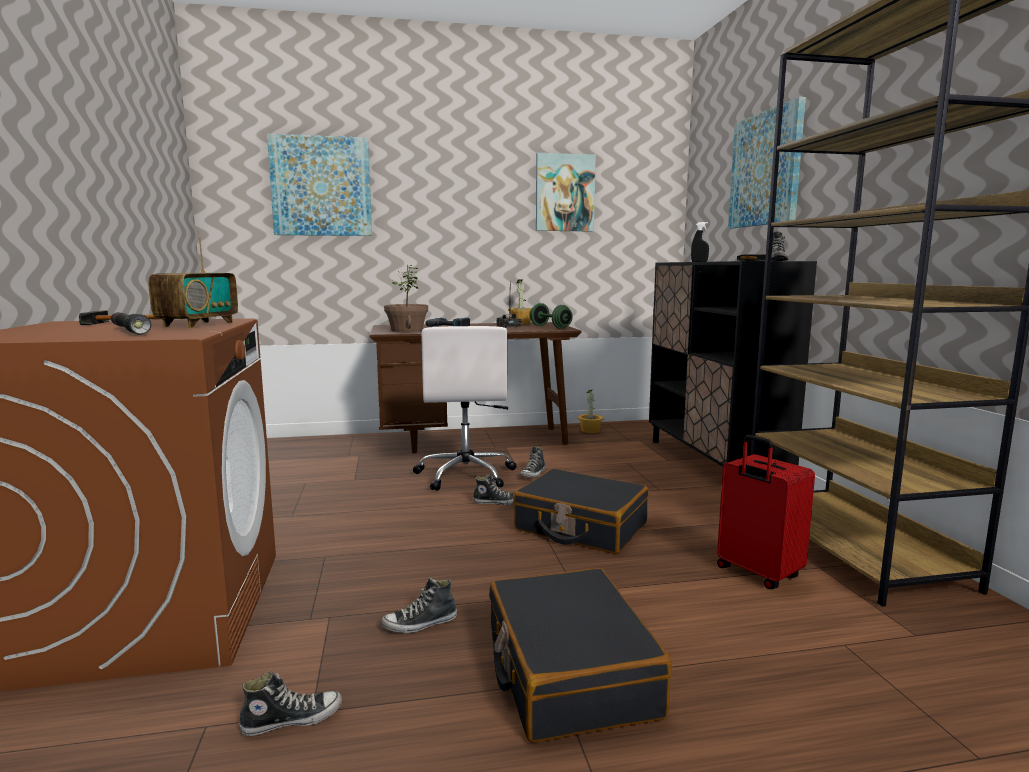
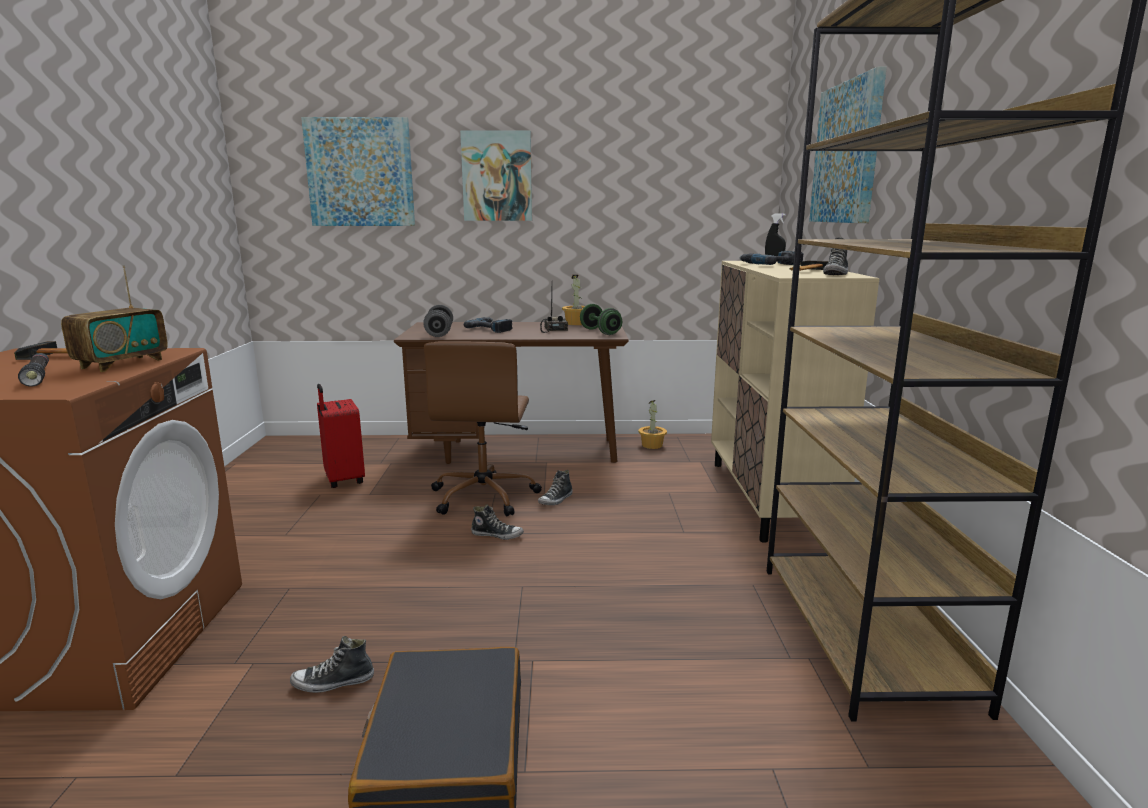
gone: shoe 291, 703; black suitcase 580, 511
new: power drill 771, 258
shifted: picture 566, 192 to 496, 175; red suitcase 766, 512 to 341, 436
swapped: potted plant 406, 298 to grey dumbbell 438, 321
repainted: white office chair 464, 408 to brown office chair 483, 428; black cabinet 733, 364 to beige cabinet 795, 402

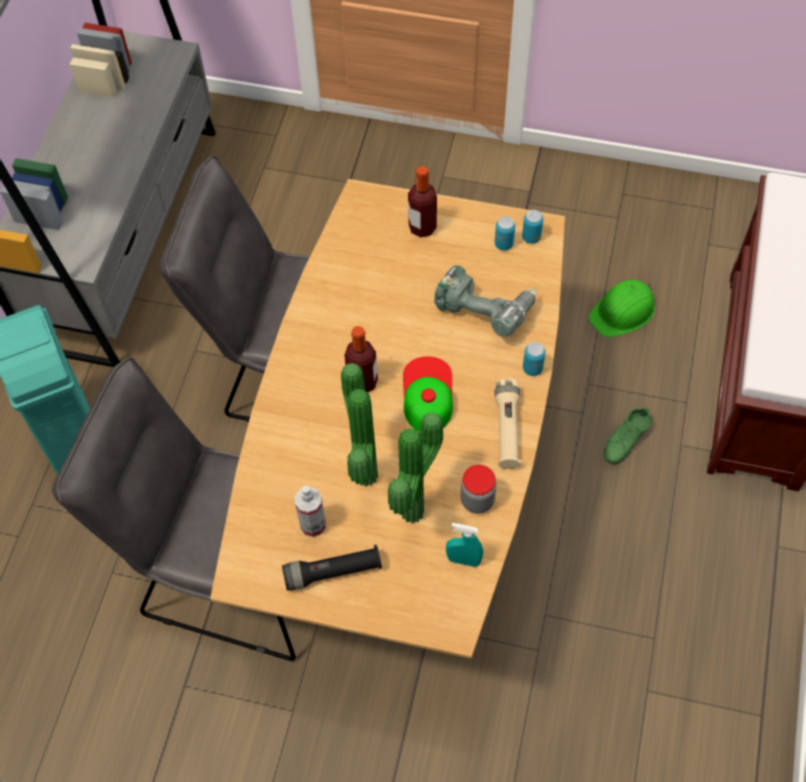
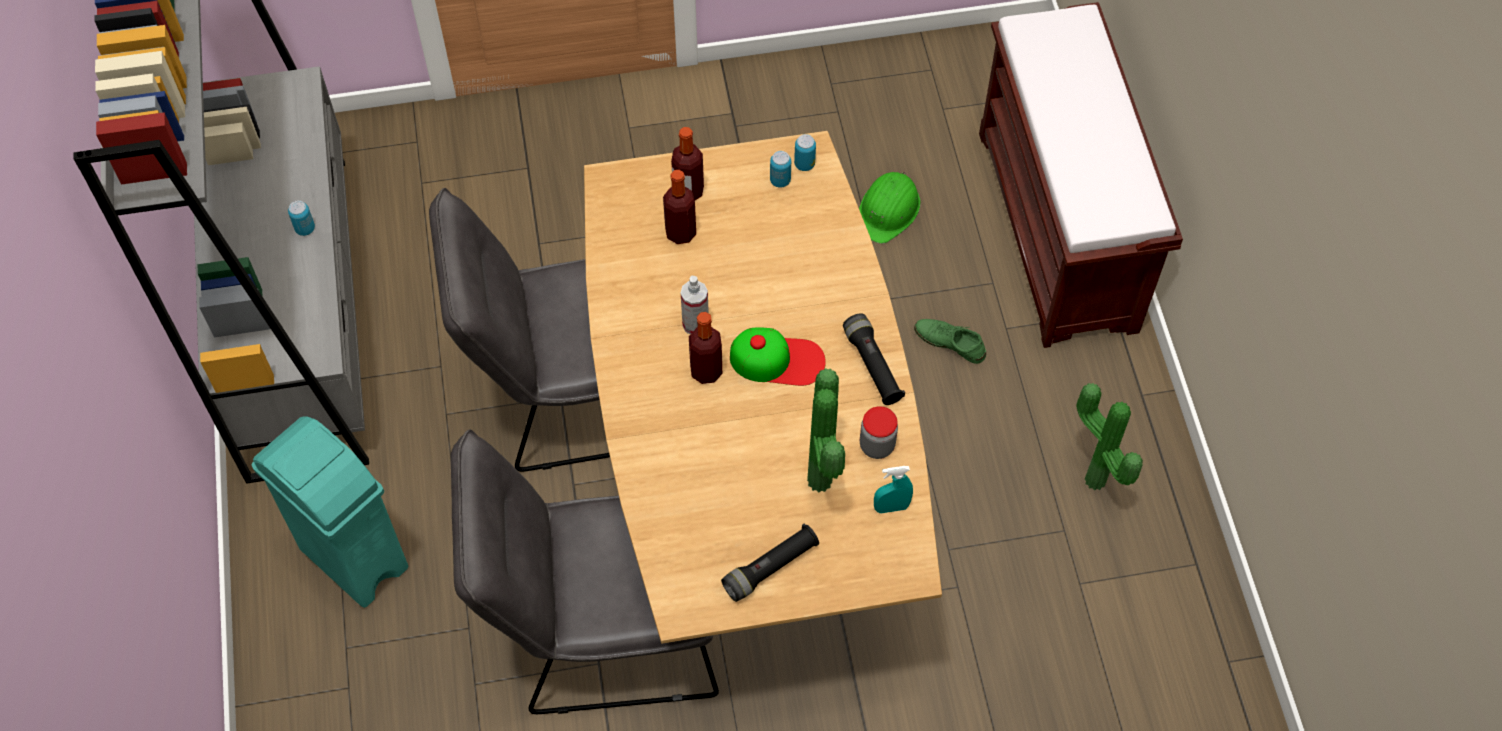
gone: power drill 486, 301
new: bottle 679, 207
shifted: spray bottle 310, 511 to 695, 305; potted plant 359, 425 to 1110, 436; can 534, 359 to 301, 218
repainted: beige flashlight 508, 423 to black flashlight 874, 359
rotated: cap 428, 394 = 778, 356 120 degrees clockwise; green shoe 628, 436 = 950, 341 105 degrees clockwise

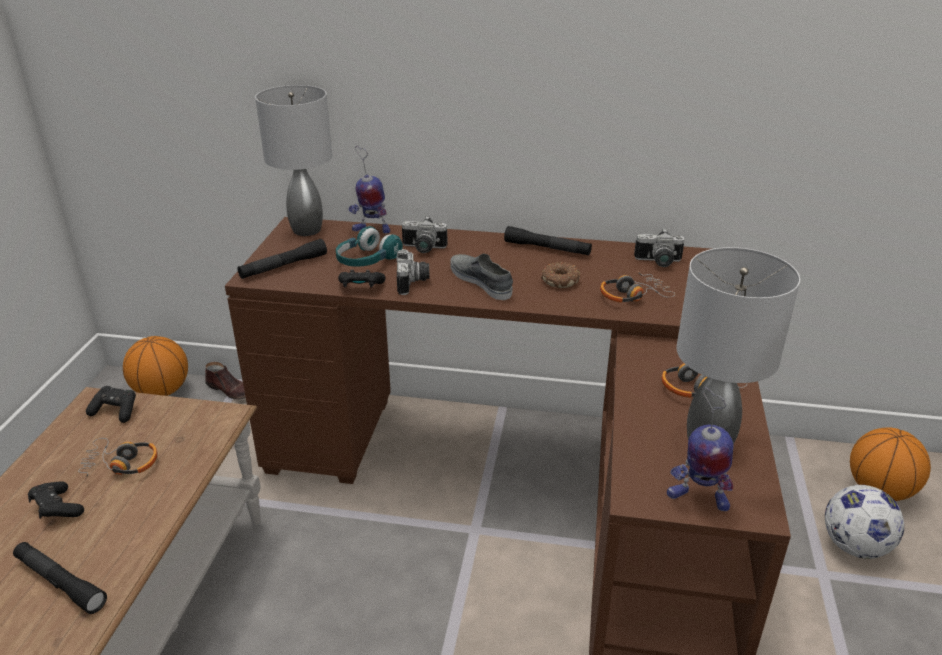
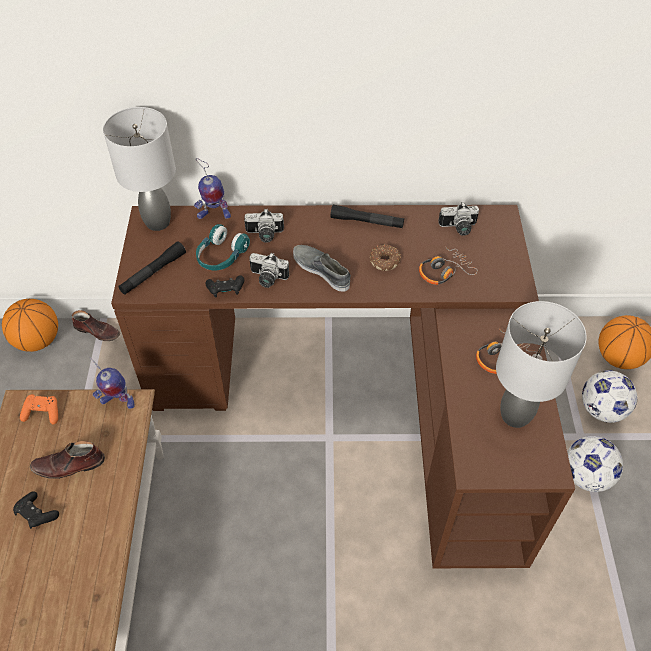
gone: black flashlight 60, 578
new: football 595, 464
shifted: toy robot 700, 449 to 112, 383
swapped: headphones 117, 459 to brown shoe 67, 460
repainted: black game controller 111, 404 to orange game controller 39, 409
rotated: photo camera 413, 272 = 269, 270 120 degrees clockwise

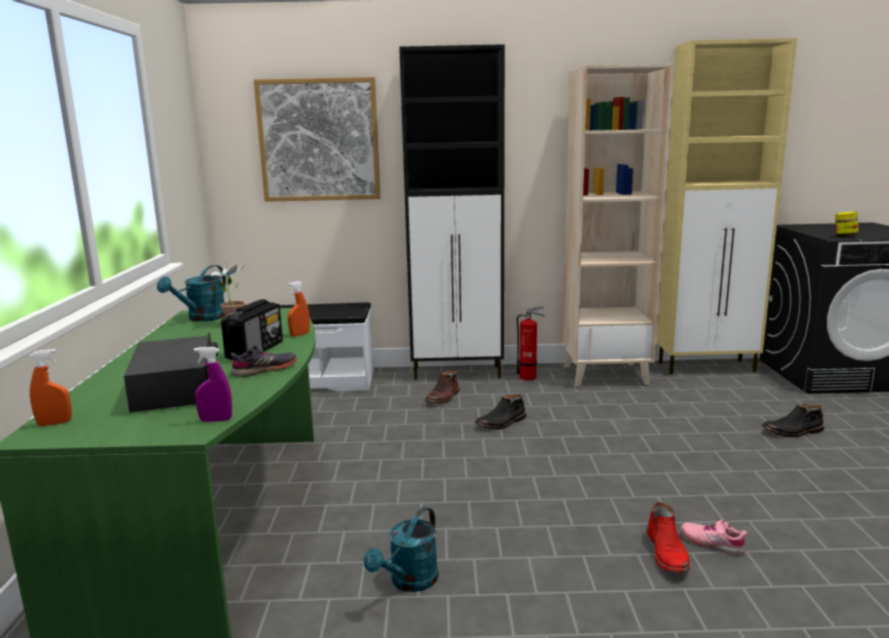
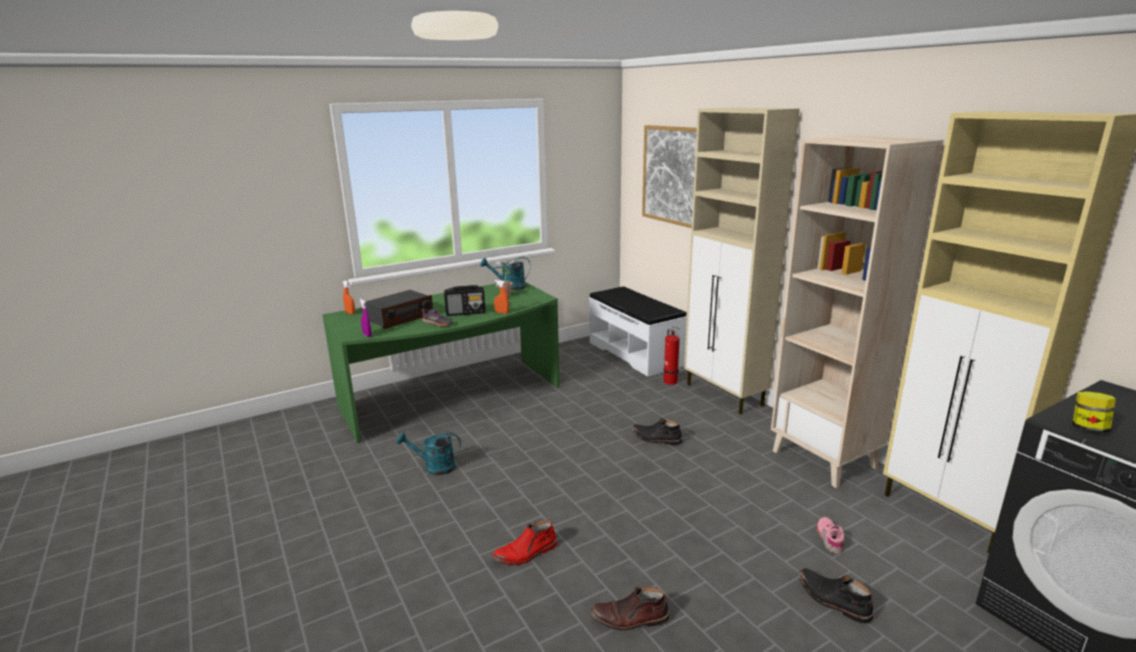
shifted: brown boot 442, 387 to 629, 608; fire extinguisher 531, 343 to 672, 356; pink shoe 714, 537 to 830, 535
repainted: black cabinet 452, 212 to beige cabinet 742, 261

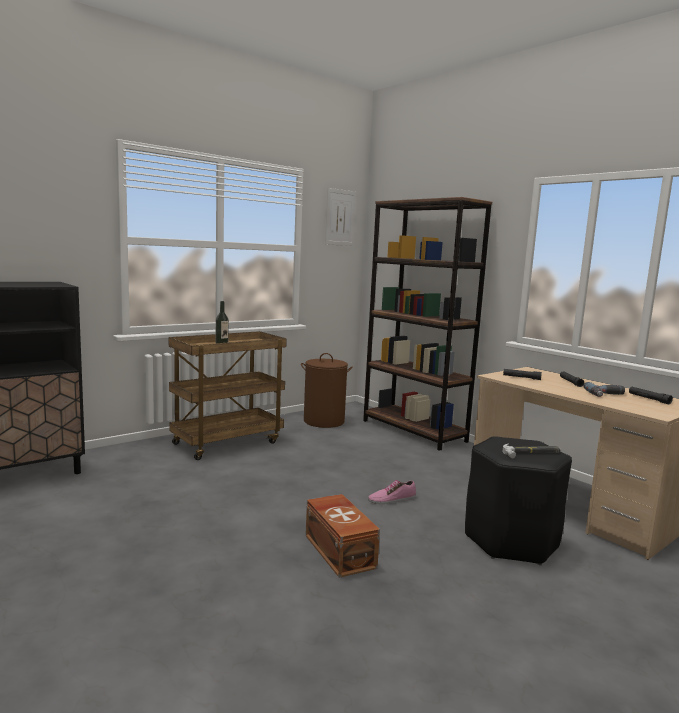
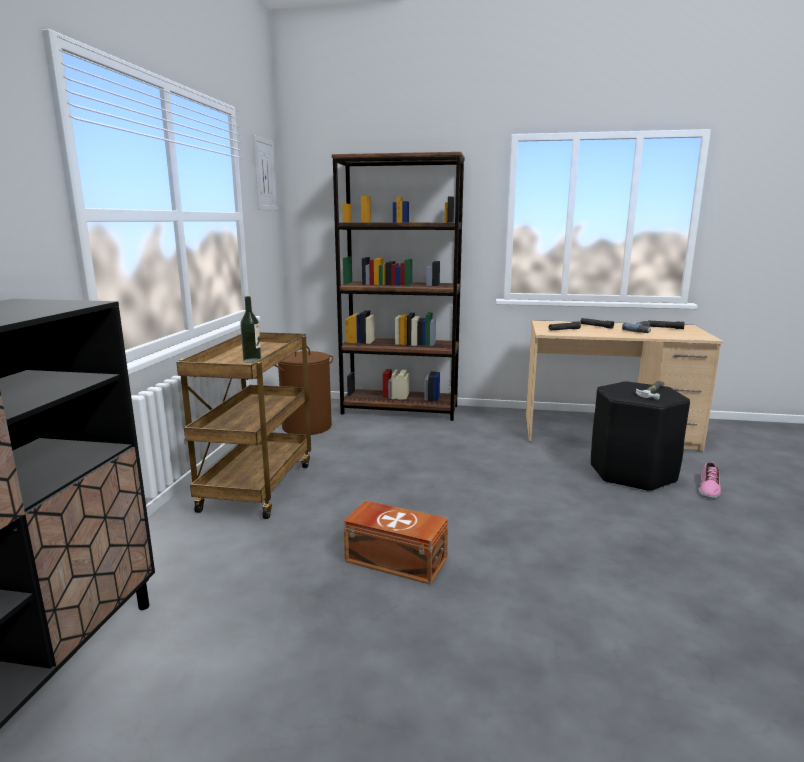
shifted: brown storage box 342, 536 to 395, 542; shoe 392, 492 to 710, 480

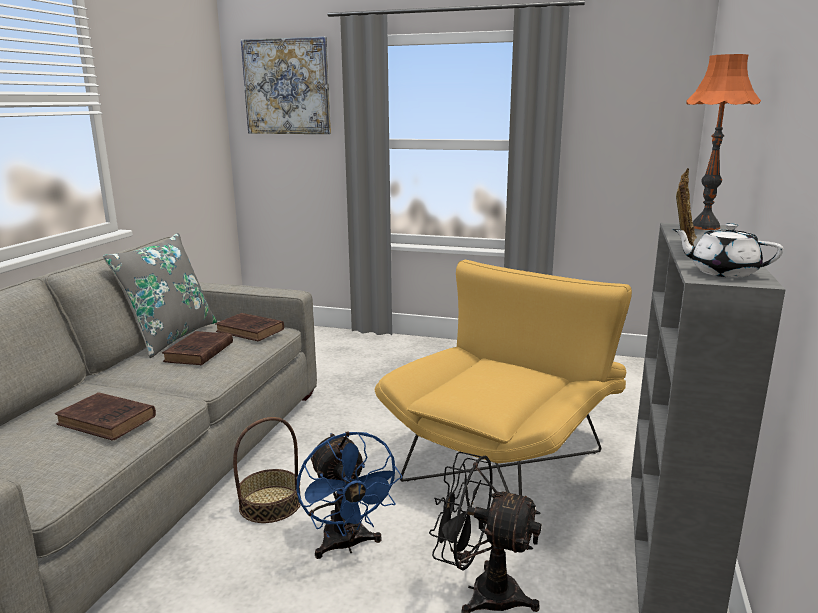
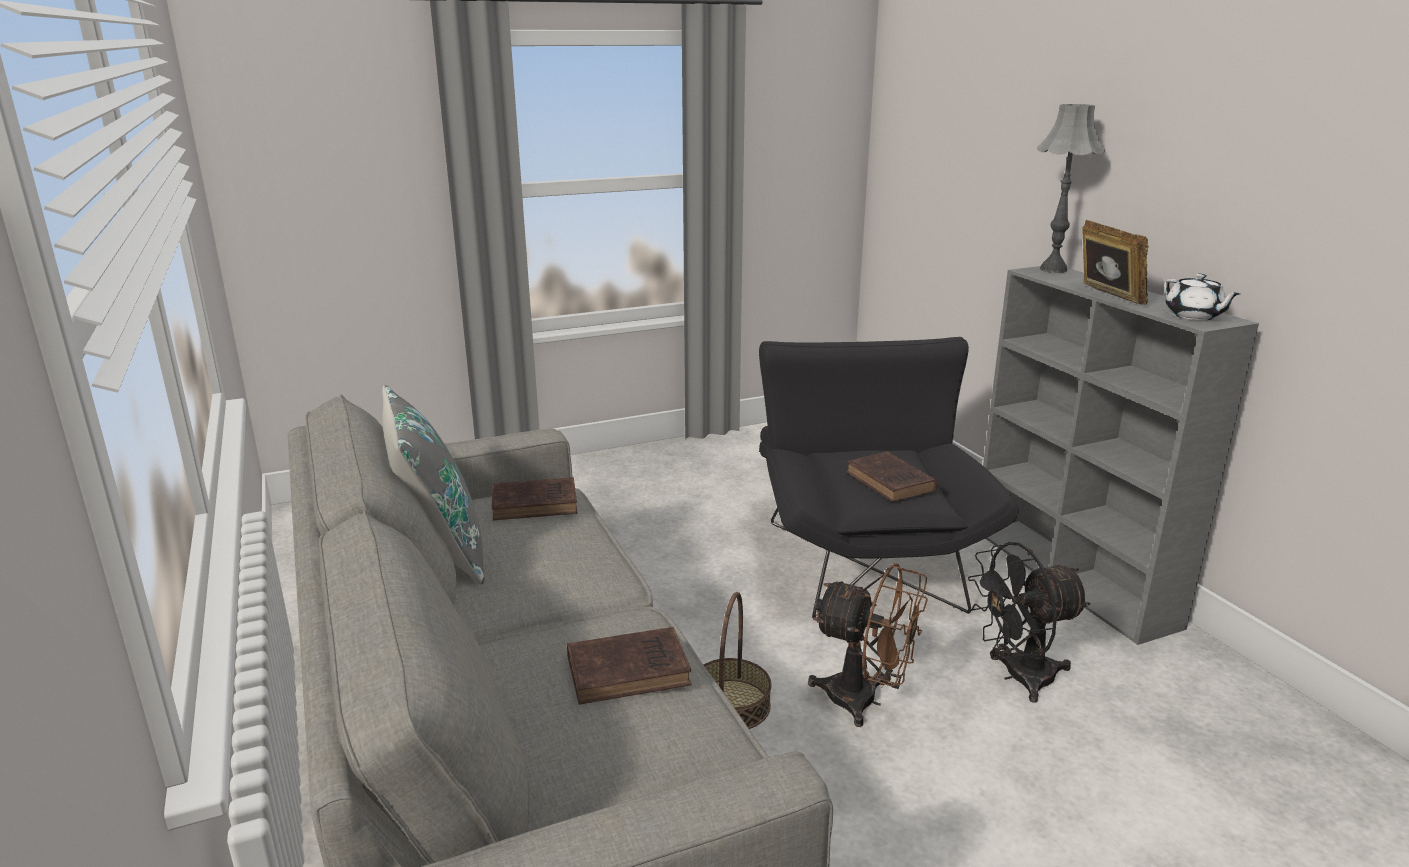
gone: picture 286, 85
shifted: brown book 197, 348 to 891, 476
repainted: blue fan 349, 495 to brown fan 868, 645; yellow armchair 503, 378 to black armchair 889, 478; orange table lamp 723, 142 to grey table lamp 1071, 188
rotated: white teapot 728, 250 = 1202, 296 105 degrees counterclockwise

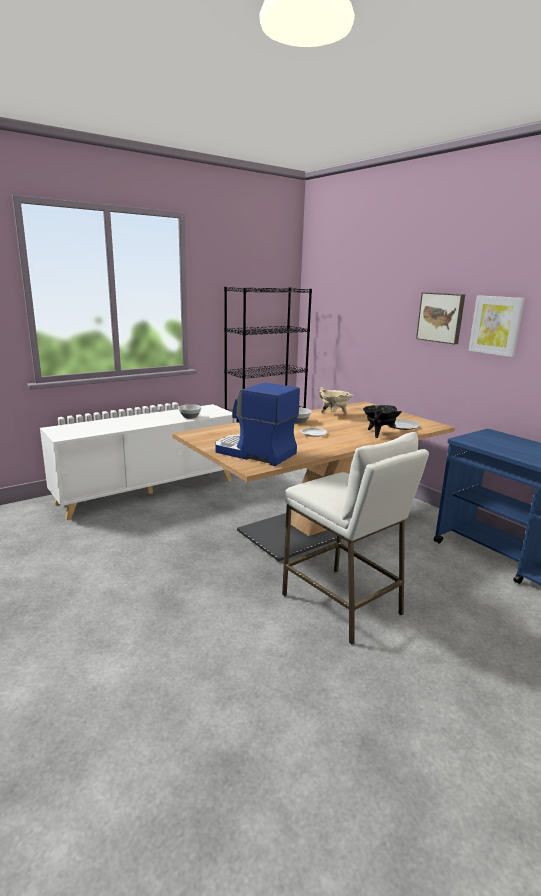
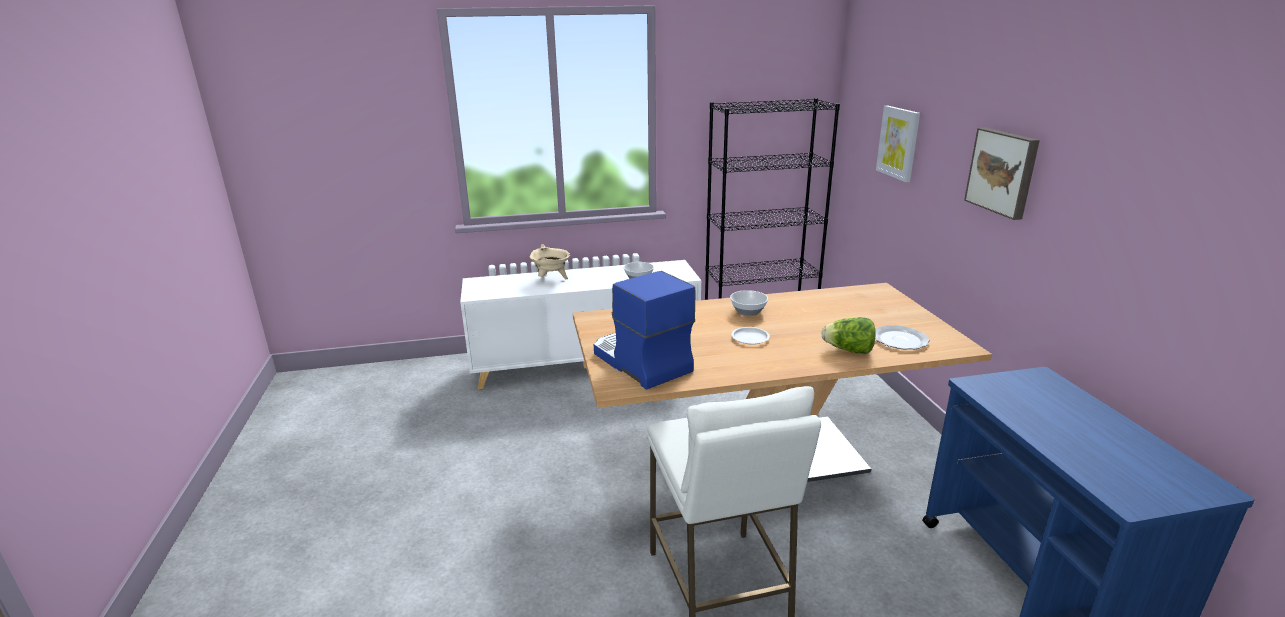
shifted: beige cooking pot 336, 400 to 550, 261; picture 496, 326 to 898, 144
swapped: black cooking pot 382, 421 to lettuce 848, 335

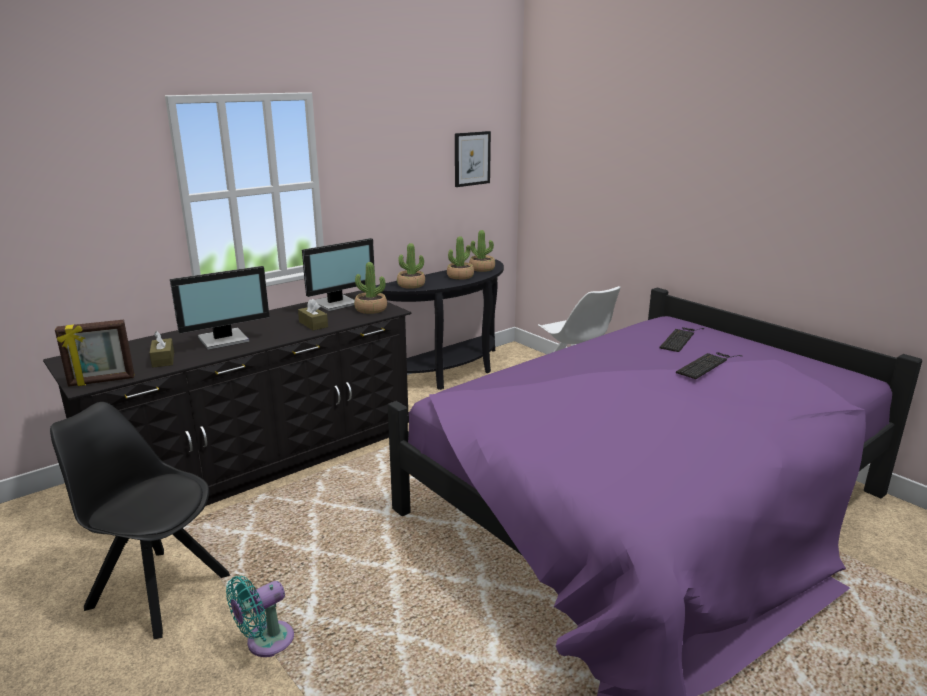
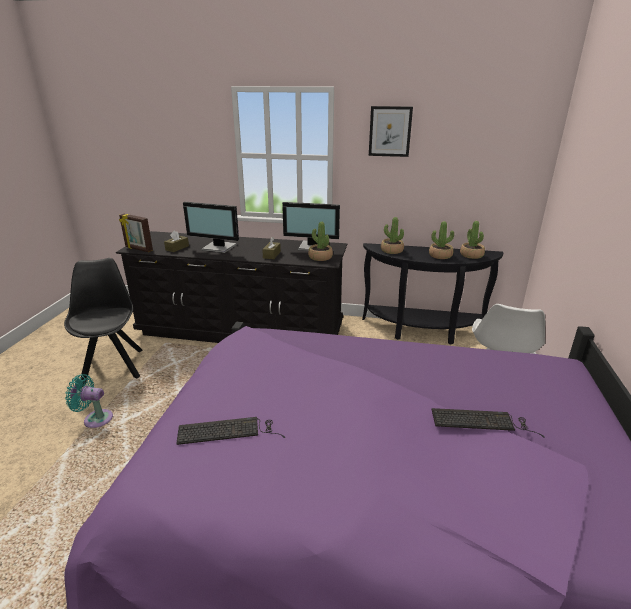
shifted: picture 473, 159 to 391, 131; keyboard 682, 339 to 230, 431

